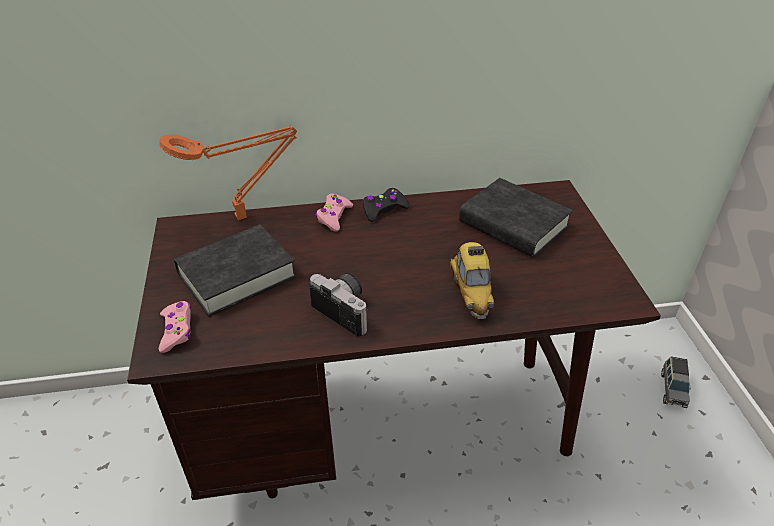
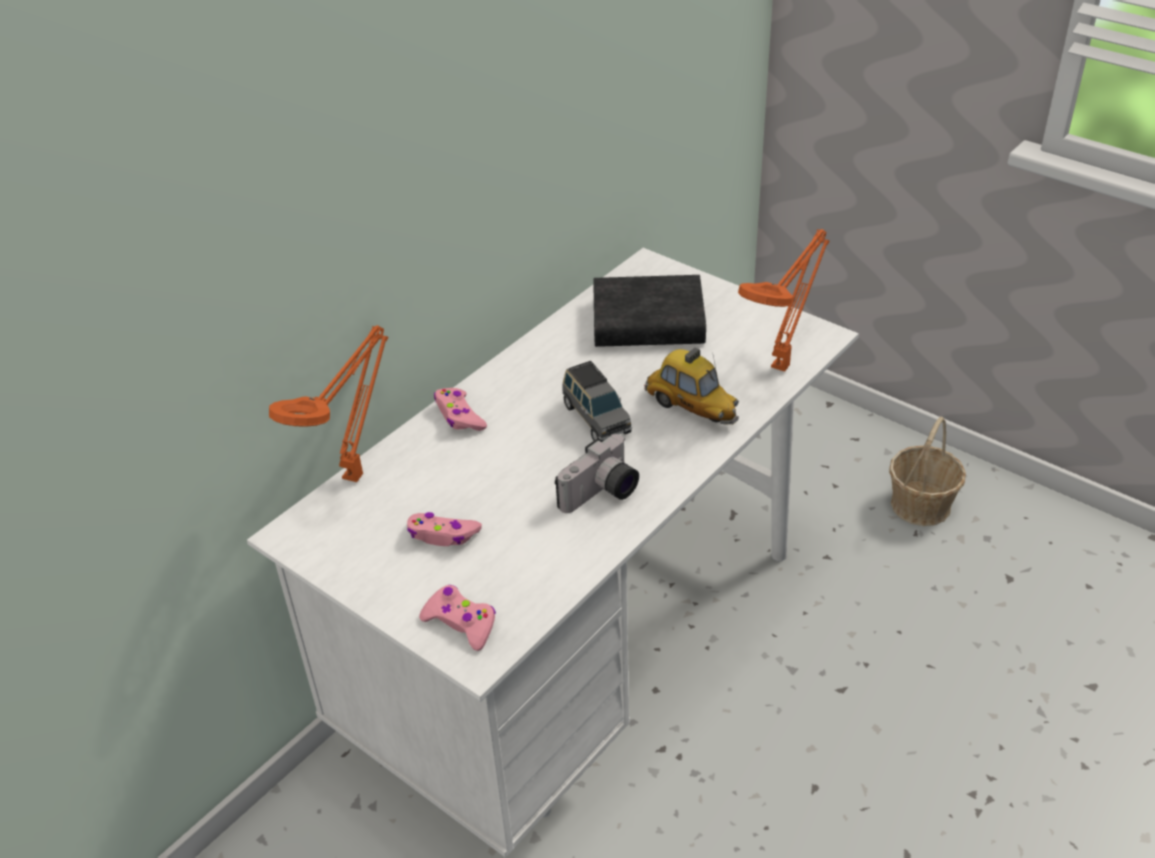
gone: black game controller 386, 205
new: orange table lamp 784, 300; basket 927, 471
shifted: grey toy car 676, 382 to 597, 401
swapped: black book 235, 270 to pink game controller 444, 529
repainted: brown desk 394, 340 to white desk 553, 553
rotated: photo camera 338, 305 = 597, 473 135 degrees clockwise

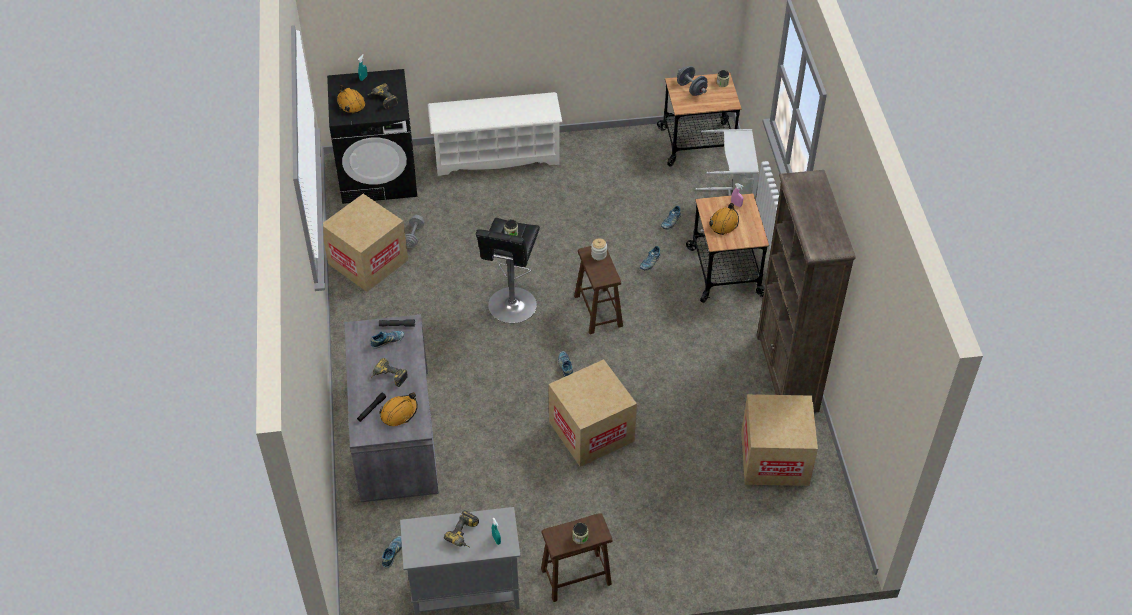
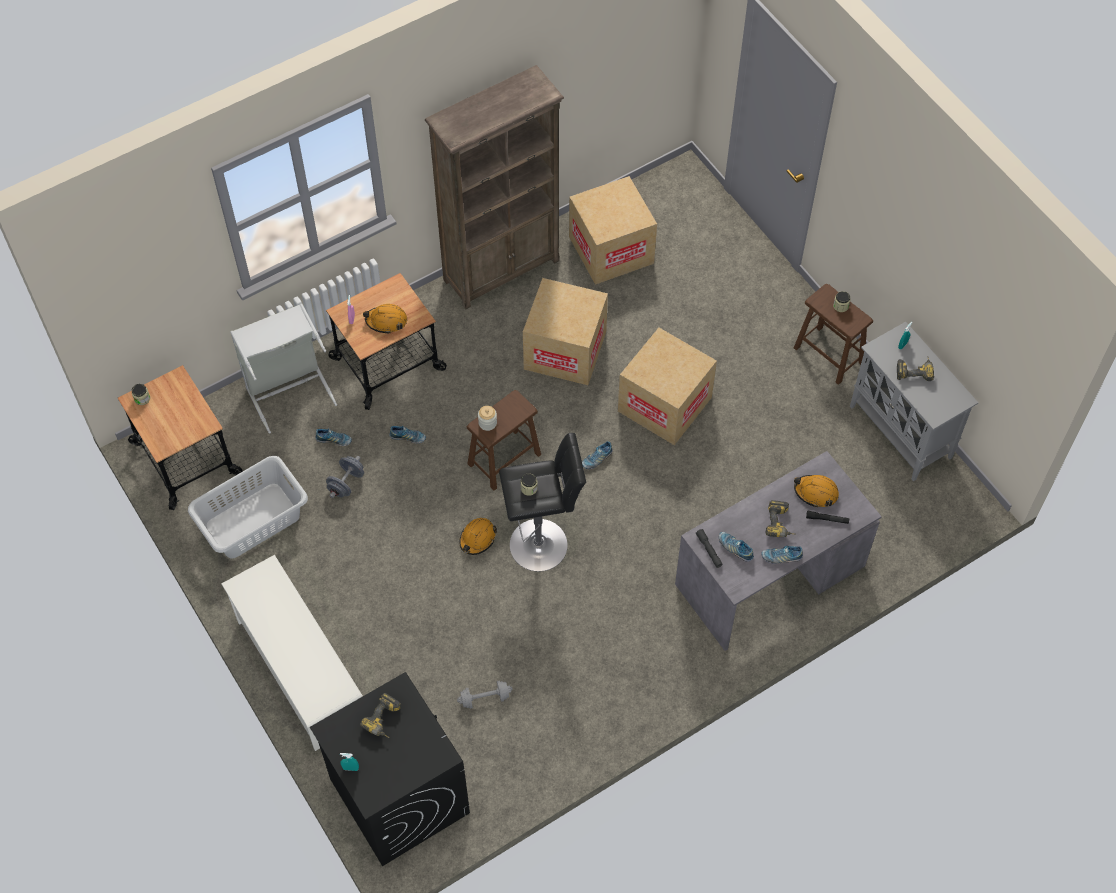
new: grey laundry basket 248, 507
shifted: cardboard box 365, 243 to 565, 331; orange hard hat 351, 99 to 478, 536; shoe 392, 552 to 782, 555; grey dumbbell 692, 81 to 345, 477

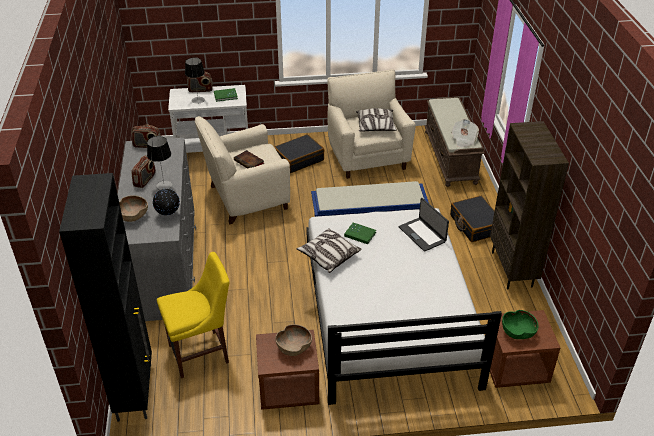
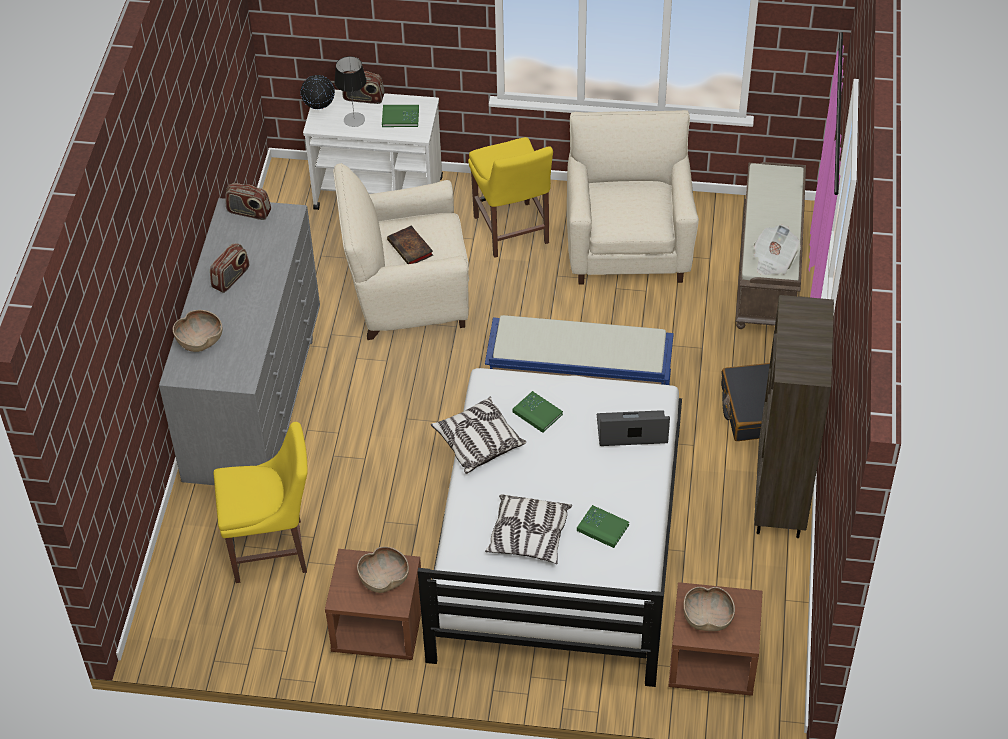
gone: black cabinet 105, 297; table lamp 159, 163
new: green book 603, 526
shifted: globe 166, 202 to 318, 92; pillow 376, 119 to 528, 529
swapped: black suitcase 299, 153 to yellow chair 510, 197
repainted: green bowl 520, 324 to brown bowl 709, 609
rotated: laptop 424, 225 = 633, 428 105 degrees clockwise

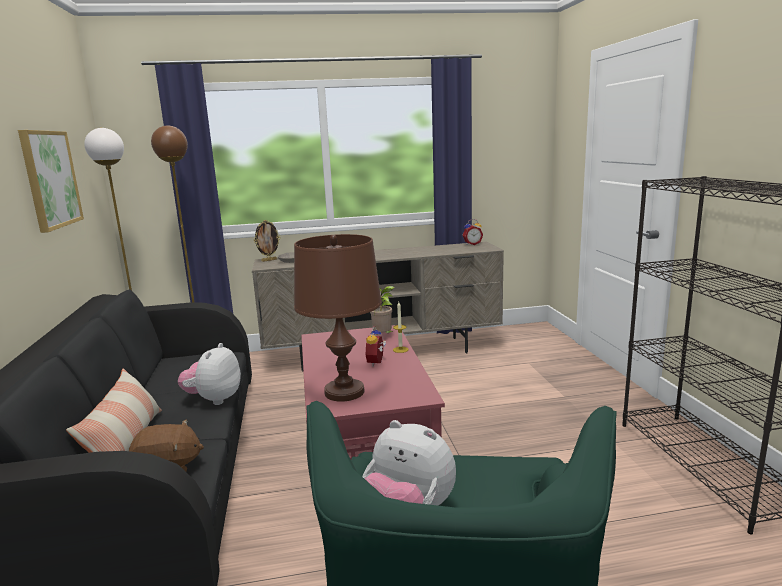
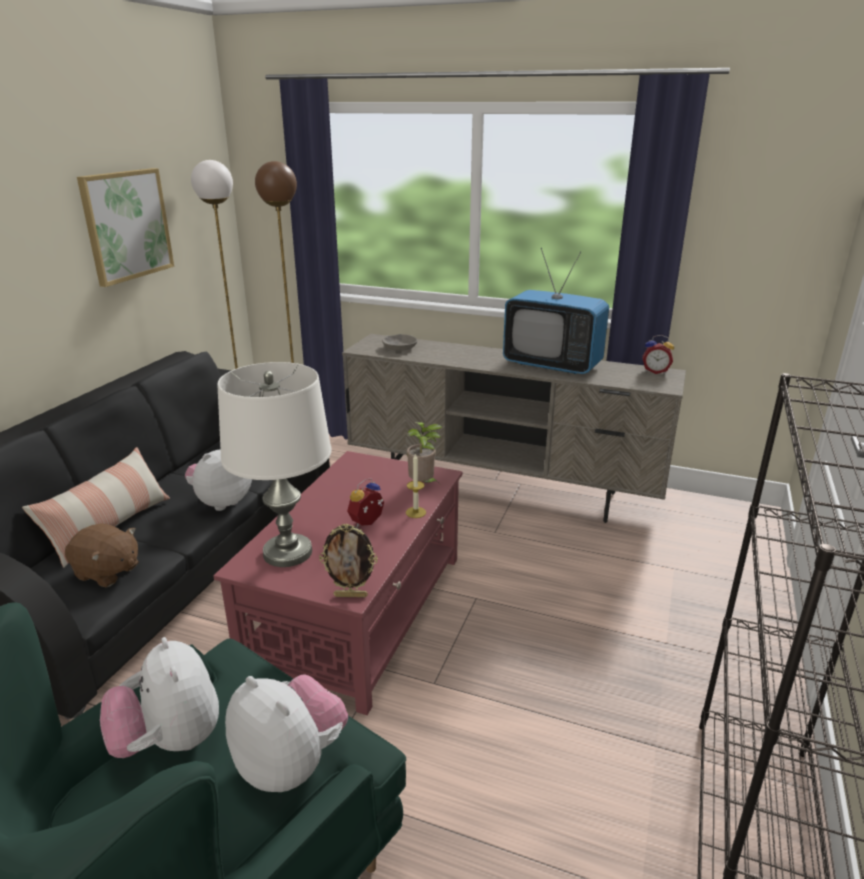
new: plush toy 286, 733; television 556, 311
shifted: picture frame 267, 241 to 348, 560
repainted: brown table lamp 338, 318 to white table lamp 274, 464

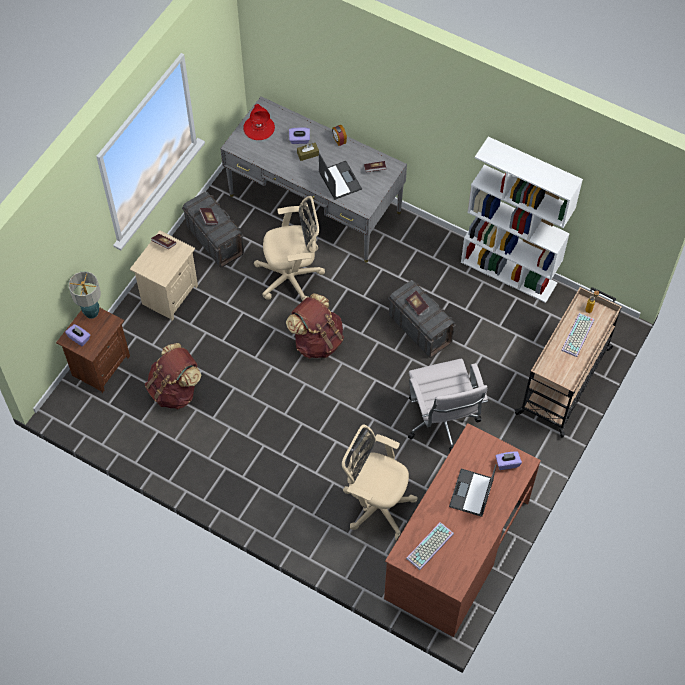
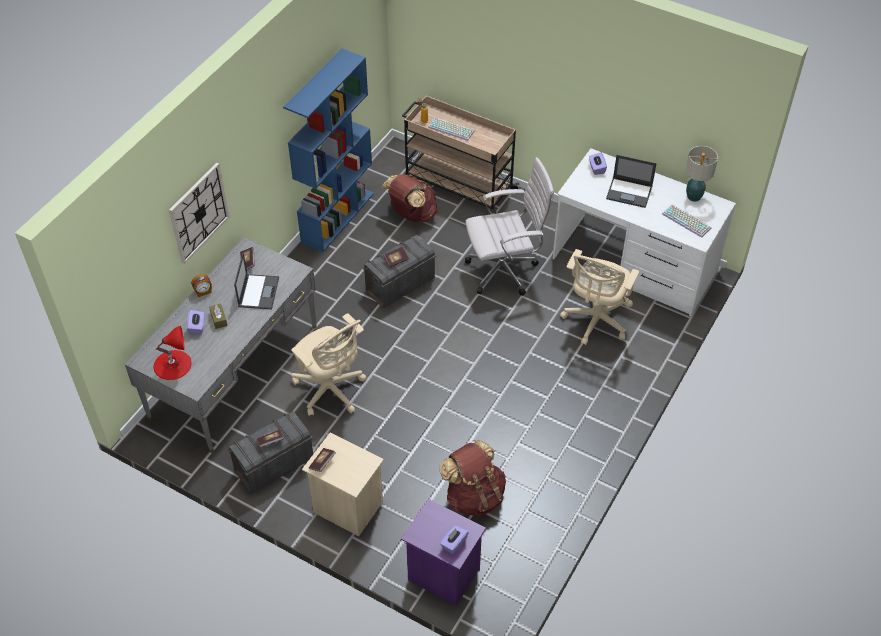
new: wall clock 199, 213
shifted: table lamp 85, 295 to 701, 174; brown backpack 315, 326 to 409, 198
repainted: brown nightstand 93, 350 to purple nightstand 443, 552; brown desk 462, 530 to white desk 644, 232; white bookcase 522, 220 to blue bookcase 328, 150
rotated: beige office chair 289, 248 = 328, 364 150 degrees clockwise; laptop 340, 176 = 256, 281 120 degrees clockwise

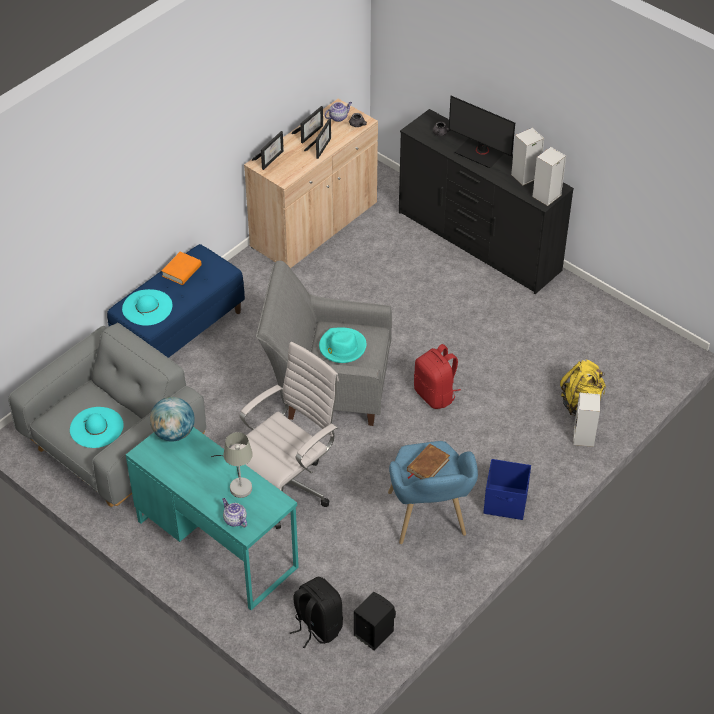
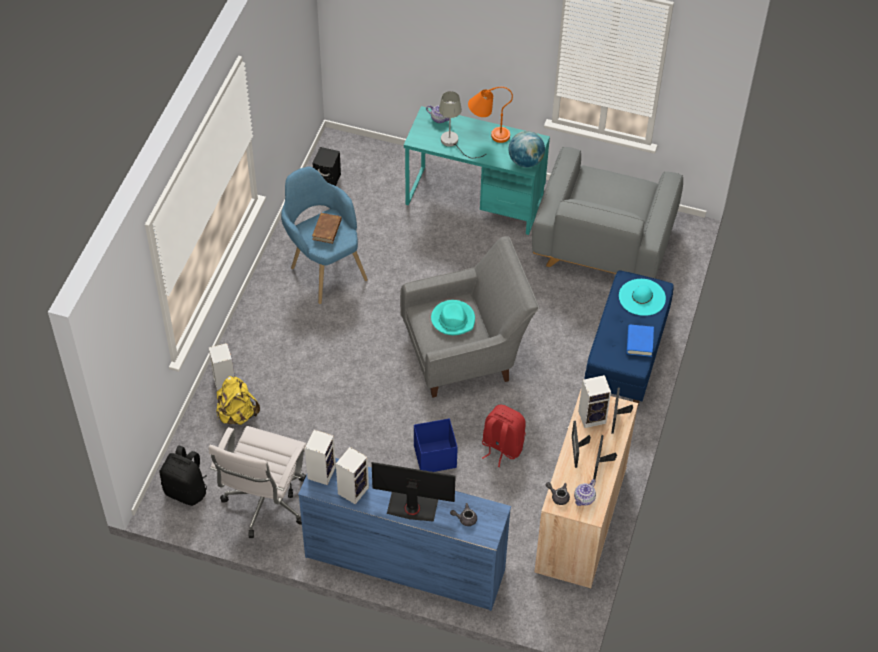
gone: turquoise hat 97, 427
new: orange table lamp 490, 115; speaker 594, 401
shifted: white office chair 285, 435 to 258, 482; black backpack 316, 613 to 183, 475; red backpack 437, 376 to 504, 436; blue storage box 507, 489 to 436, 445
repainted: orange book 182, 268 to blue book 640, 341; black dresser 486, 201 to blue dresser 404, 534

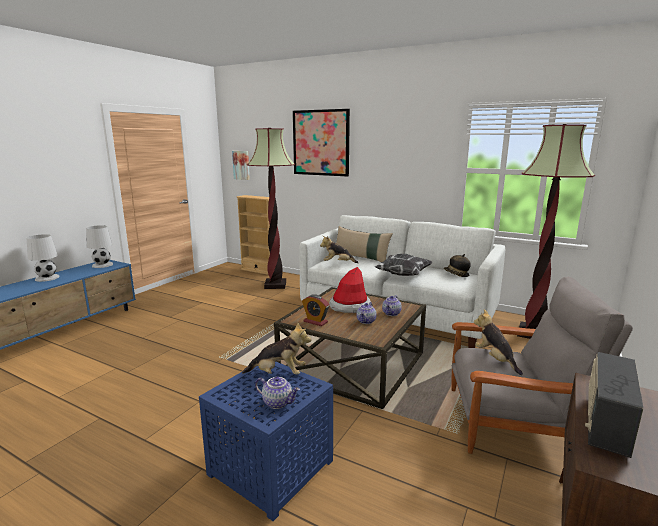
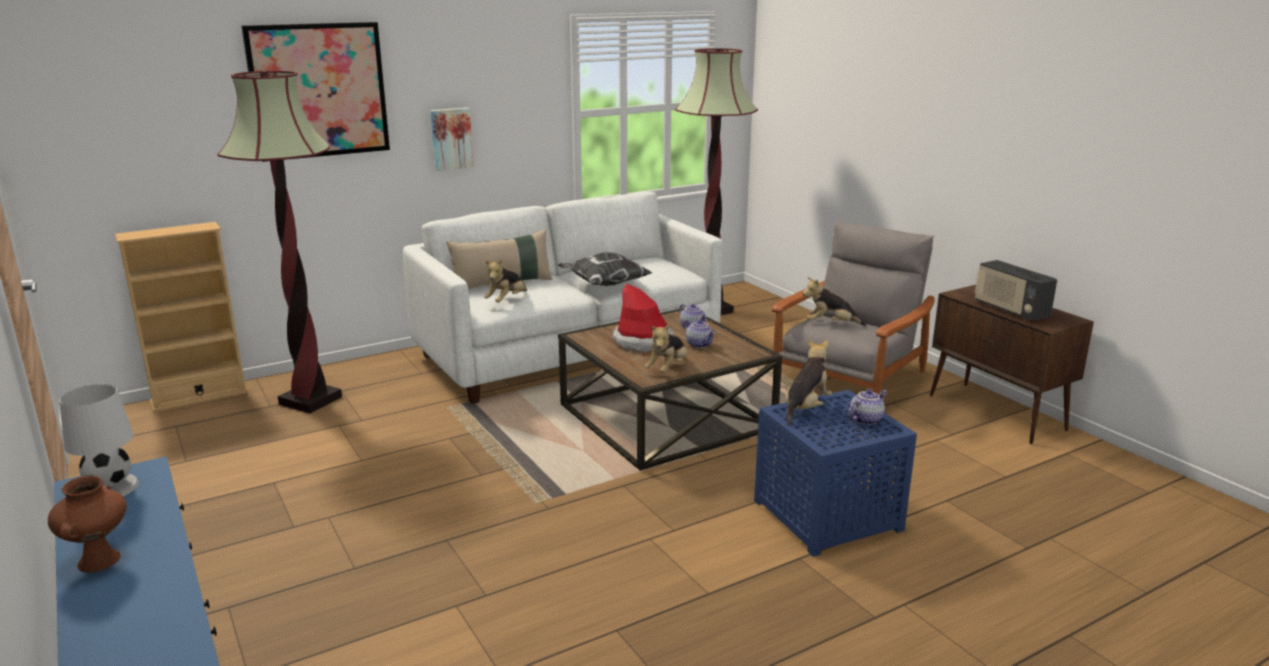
gone: hat 457, 265
shifted: picture 241, 165 to 451, 139
swapped: white table lamp 43, 258 to brown vase 87, 524; alarm clock 315, 310 to plush toy 666, 348

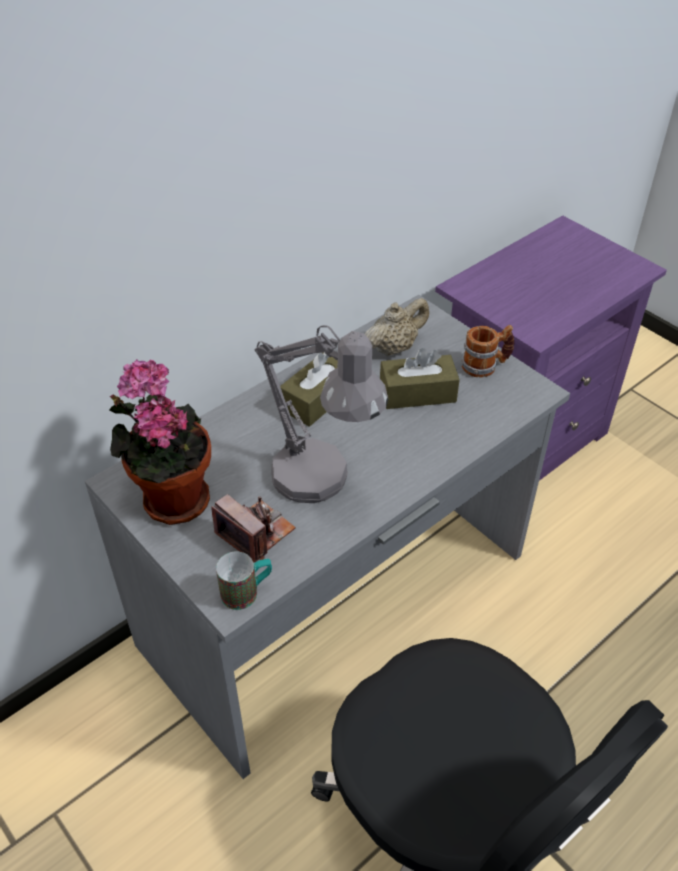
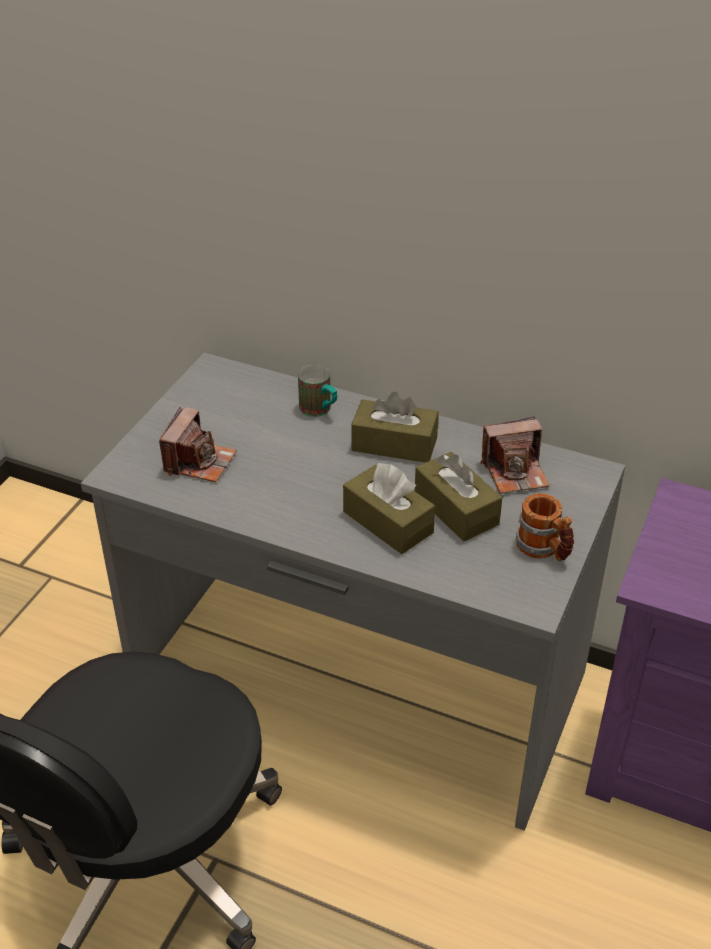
gone: potted plant 160, 442; grey table lamp 321, 414
new: brown tissue box 389, 508
shifted: mug 244, 580 to 317, 390
swapped: beige teapot 397, 327 to photo camera 515, 455

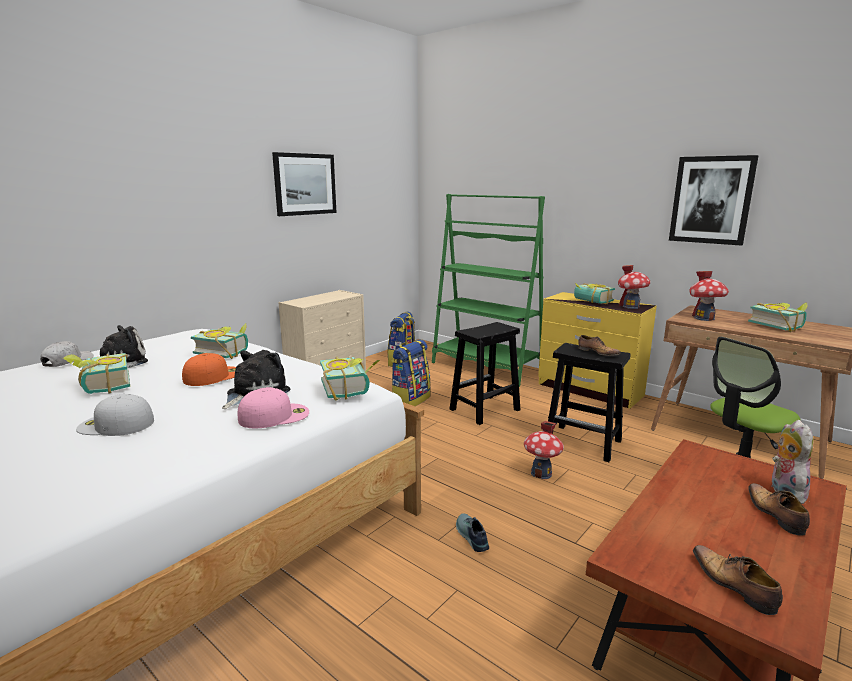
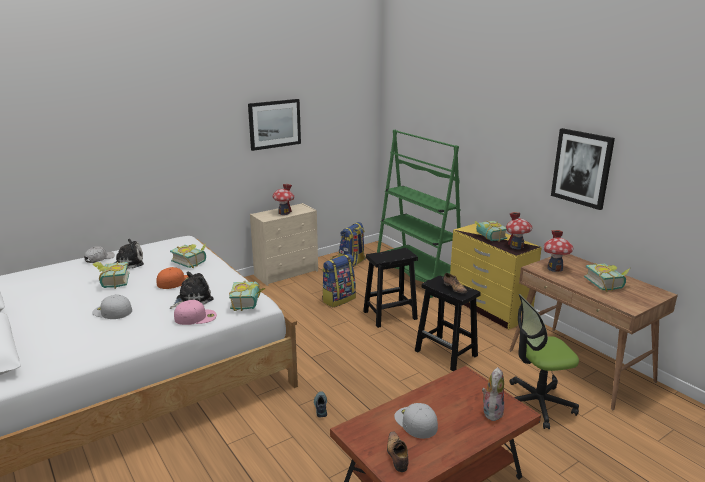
gone: shoe 779, 509
new: white cap 416, 421
shifted: toy house 544, 450 to 283, 199

